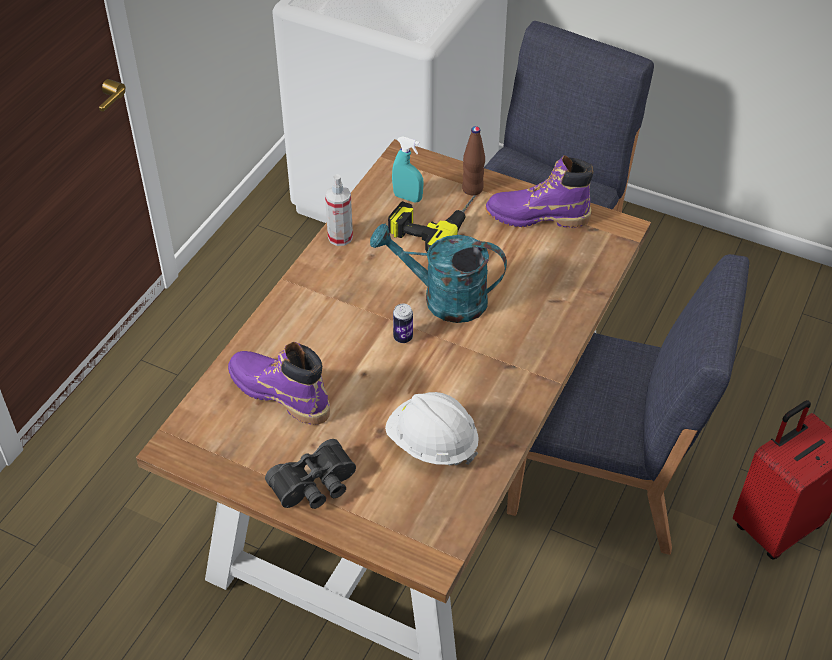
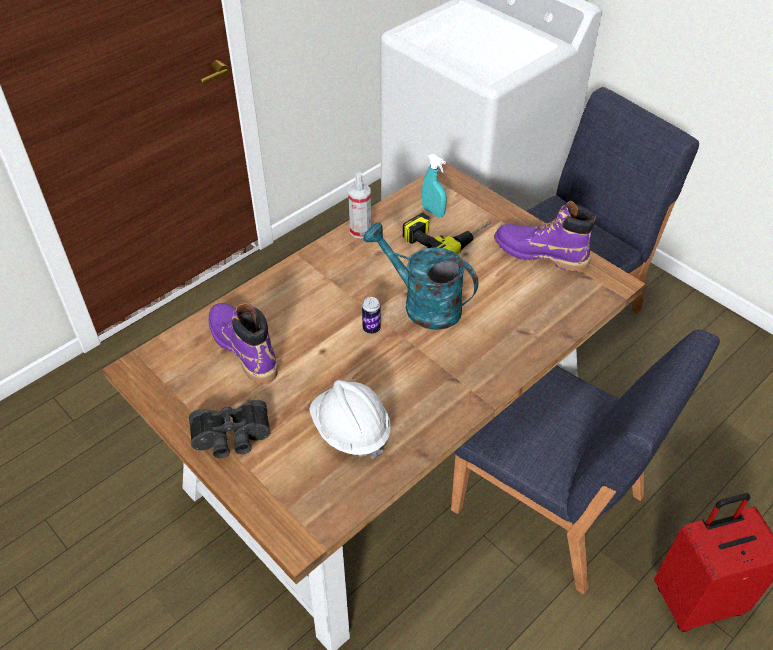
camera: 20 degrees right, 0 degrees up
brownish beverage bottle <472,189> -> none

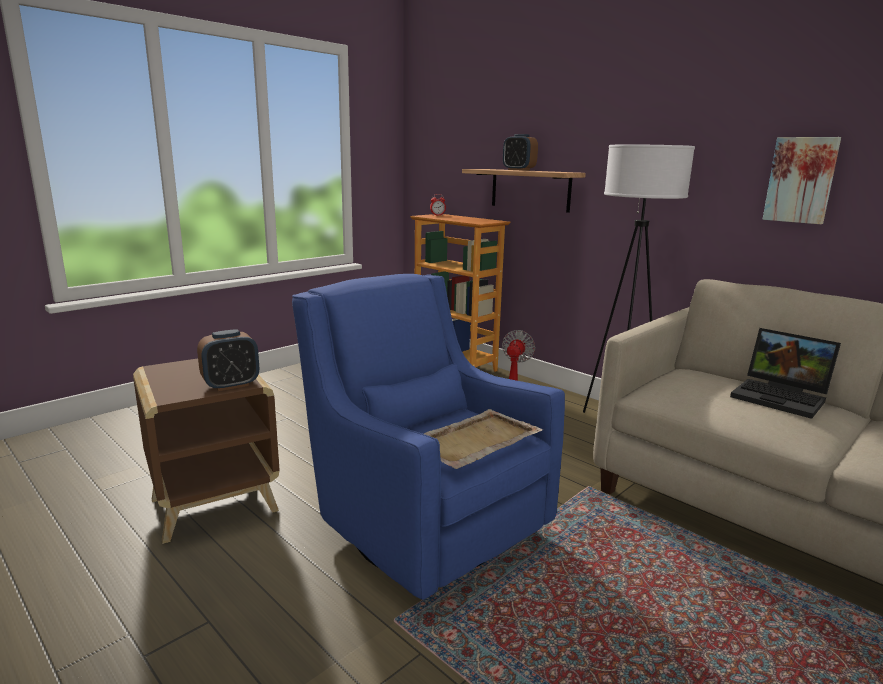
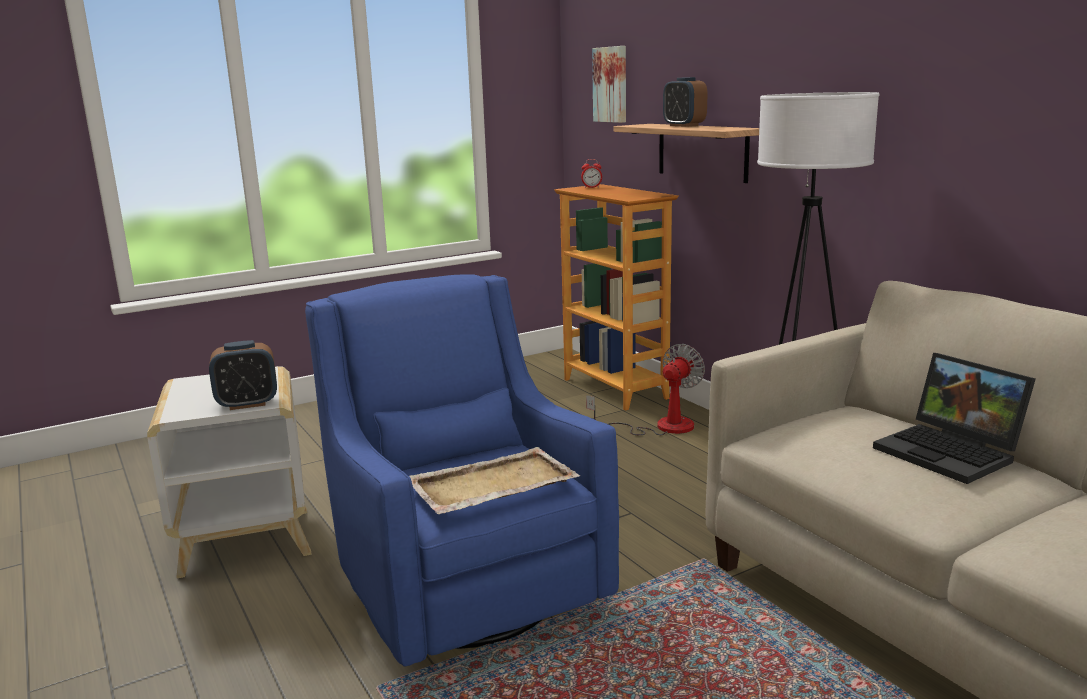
camera: 15 degrees right, 0 degrees up
brownish side table <216,504> -> whitish side table <249,541>
wall art <801,180> -> wall art <611,84>, relocated

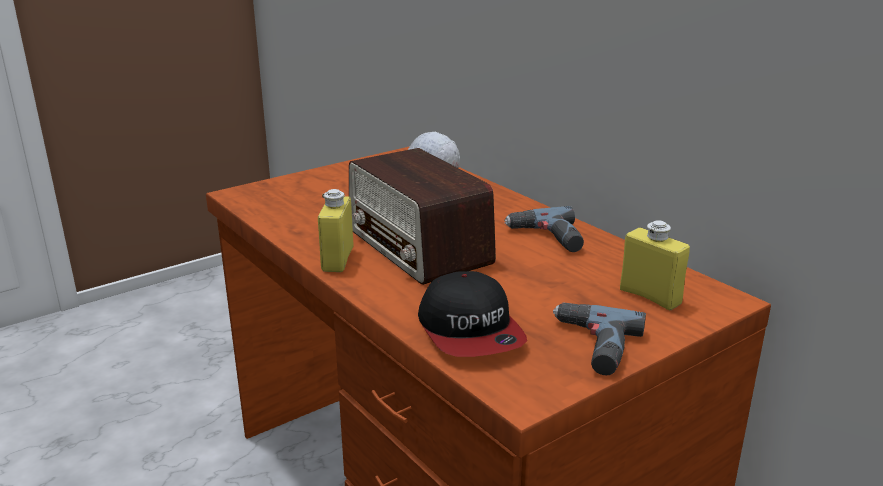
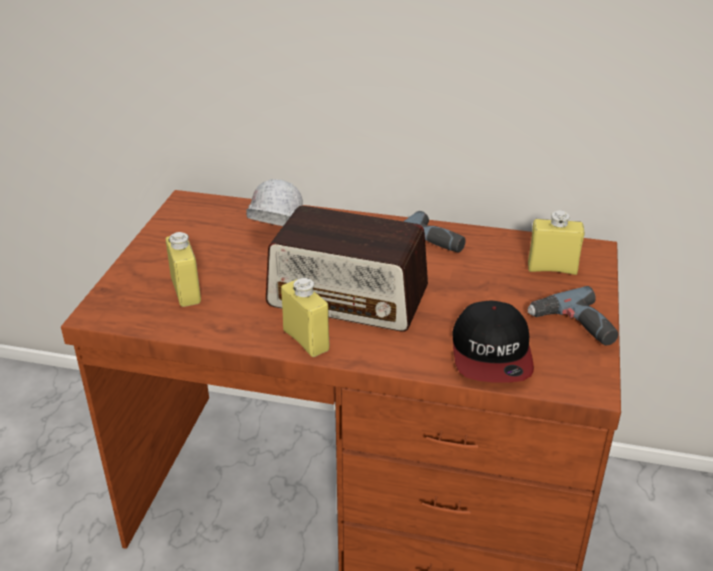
camera: 40 degrees left, 10 degrees up
cap <471,331> -> cap <492,354>, 60 degrees clockwise
none -> yellow-coloured beverage bottle <186,291>

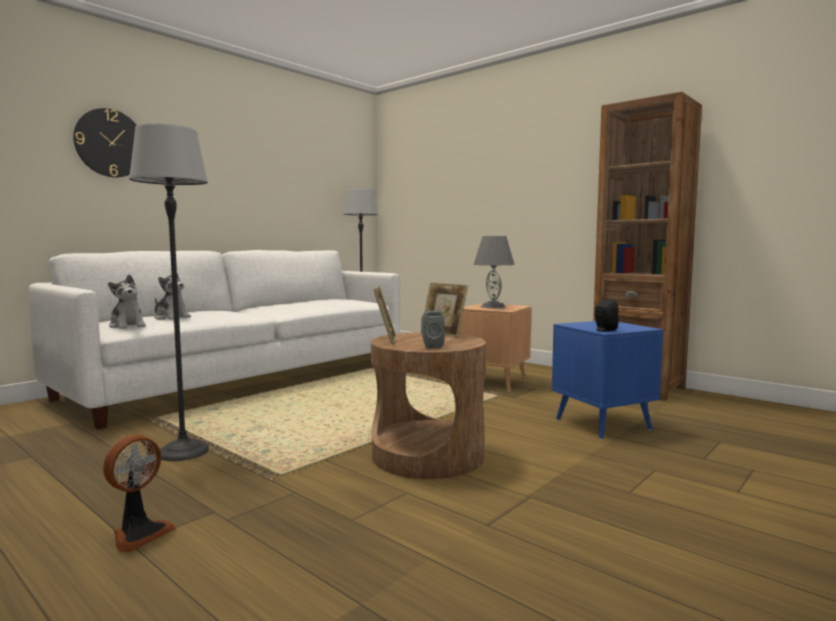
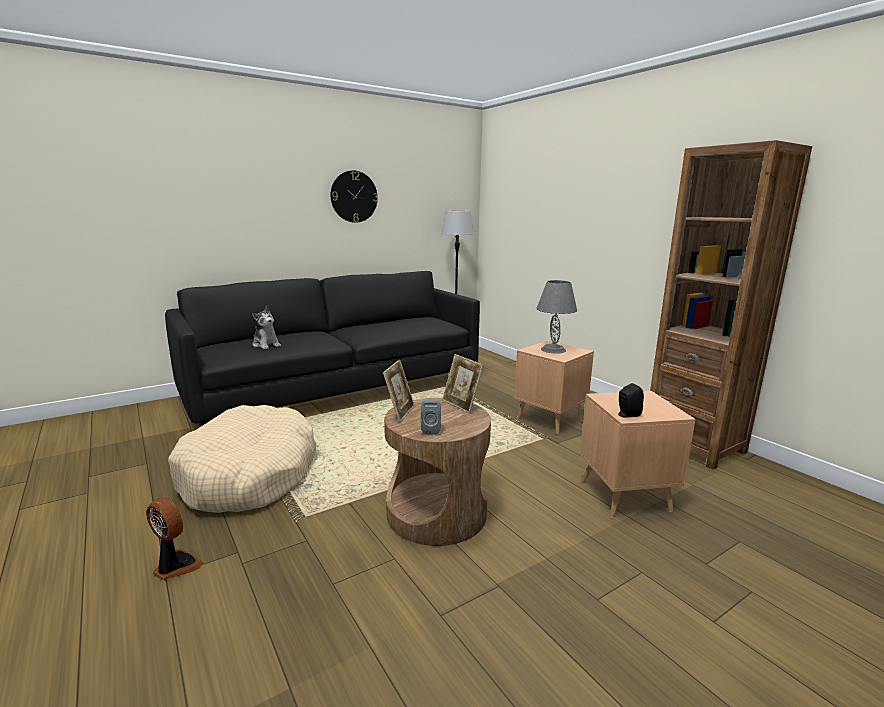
camera: 15 degrees right, 10 degrees up
whitish couch <245,378> -> black-coloured couch <337,388>
hanging clock <110,143> -> hanging clock <354,196>, relocated
electric fan <139,534> -> electric fan <175,567>, 105 degrees counterclockwise
cuddly toy <128,326> -> none
floor lamp <183,451> -> beige-coloured dog bed <249,474>
bluish side table <602,424> -> brownish side table <625,495>

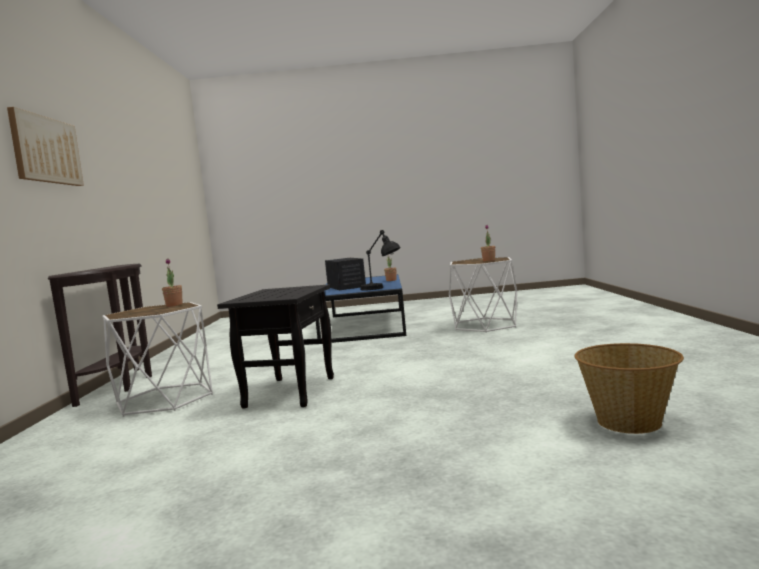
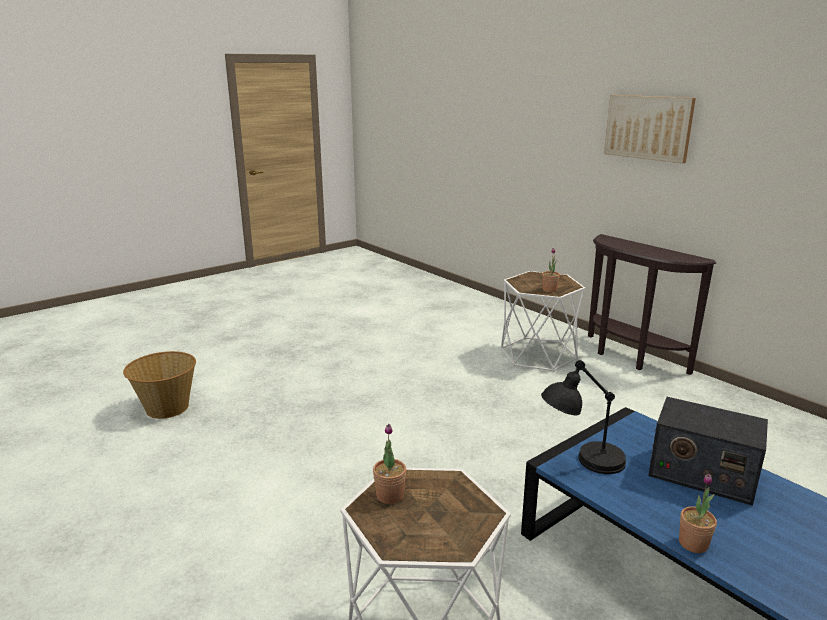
camera: 140 degrees right, 15 degrees up
black-coloured side table <290,392> -> none

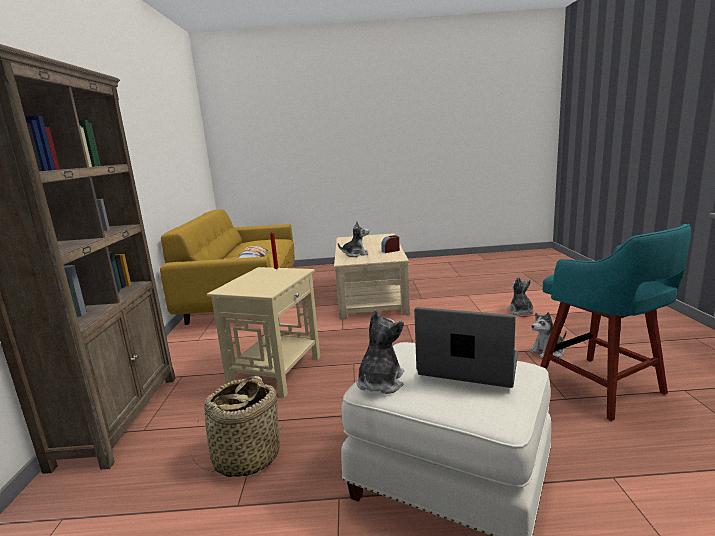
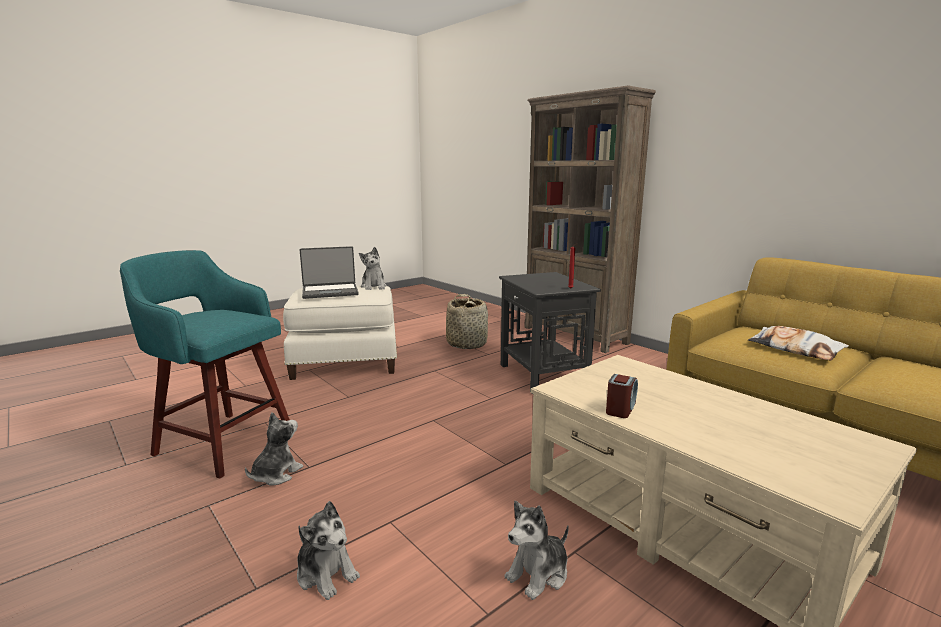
camera: 140 degrees right, 0 degrees up
beige-coloured side table <276,371> -> black-coloured side table <543,375>
cuddly toy <355,254> -> cuddly toy <538,574>, relocated

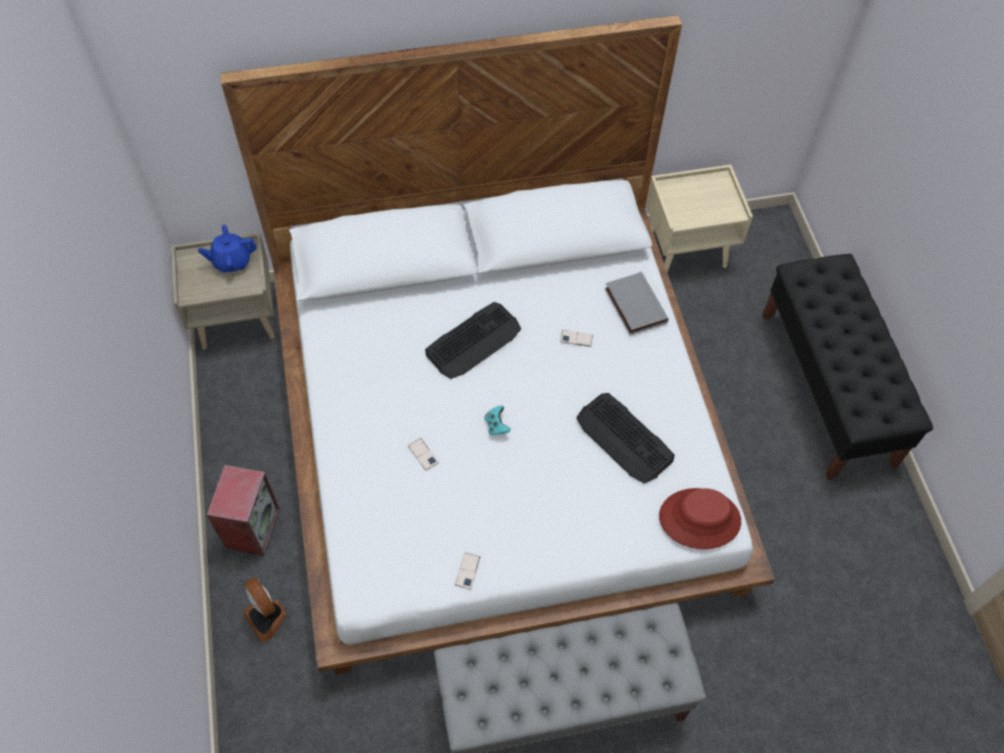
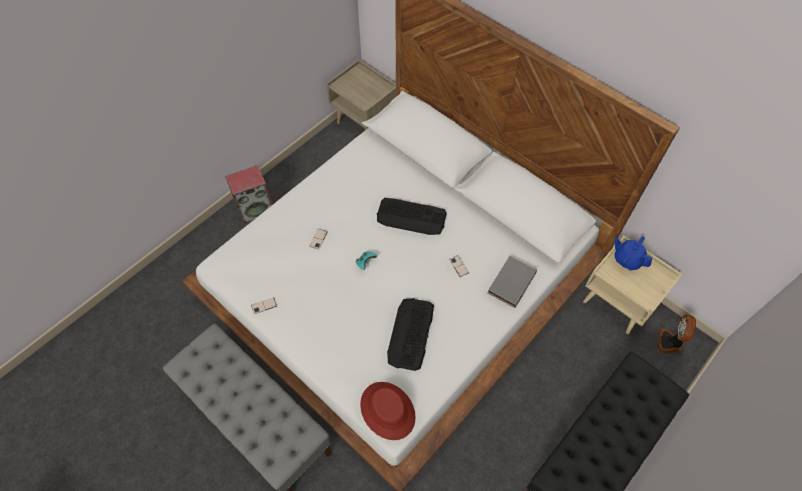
camera: 55 degrees right, 0 degrees up
bluish teapot <232,261> -> bluish teapot <627,259>, relocated
electric fan <267,617> -> electric fan <670,342>, relocated

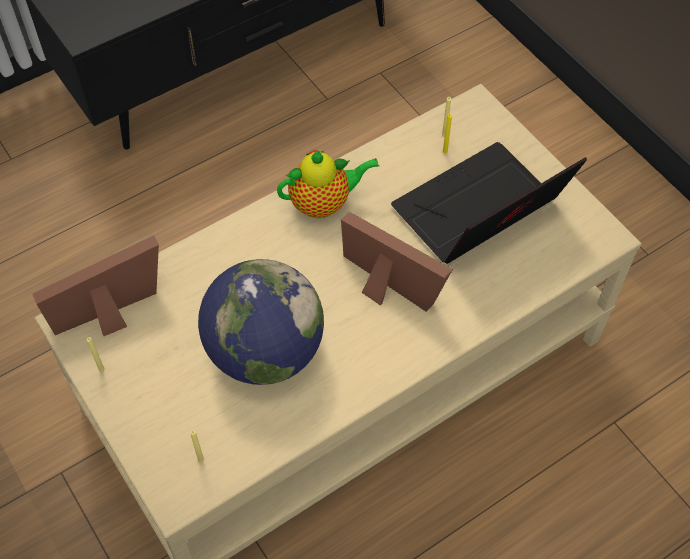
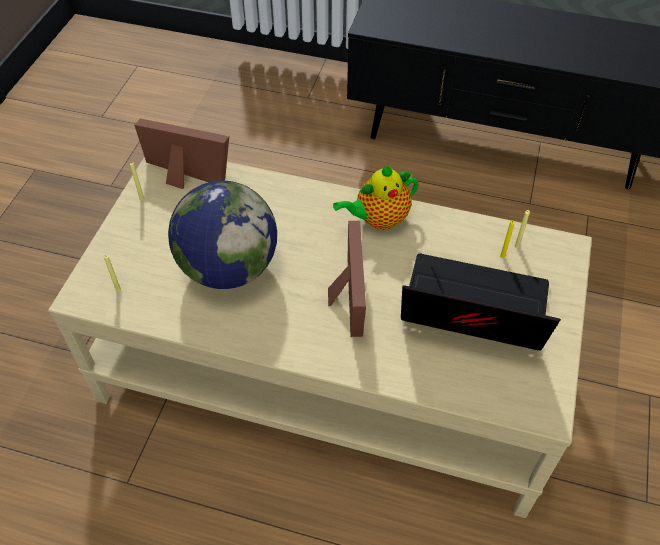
camera: 50 degrees right, 5 degrees down
teapot <324,203> -> teapot <378,219>, 120 degrees clockwise

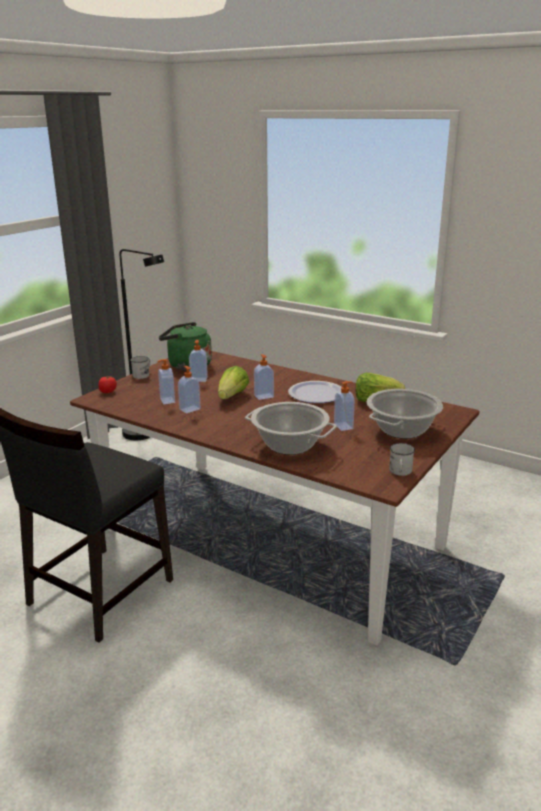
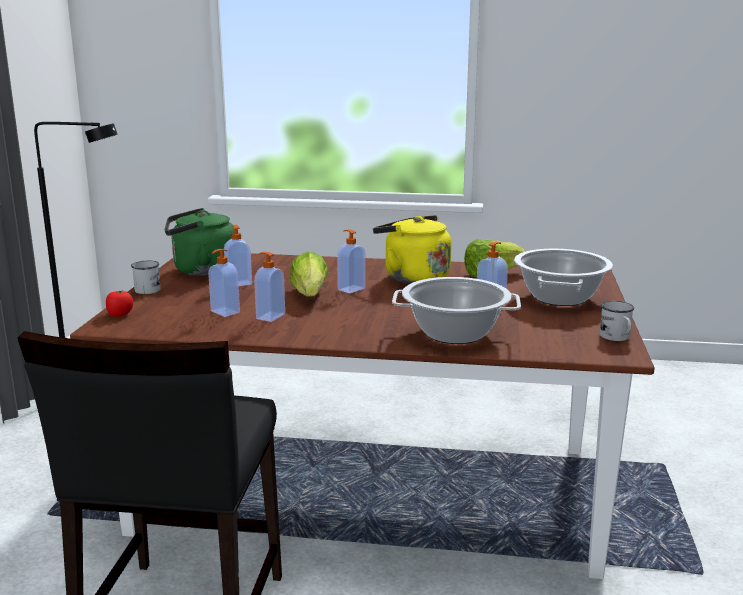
camera: 25 degrees left, 5 degrees down
plate <316,393> -> yellow-coloured tea kettle <413,277>

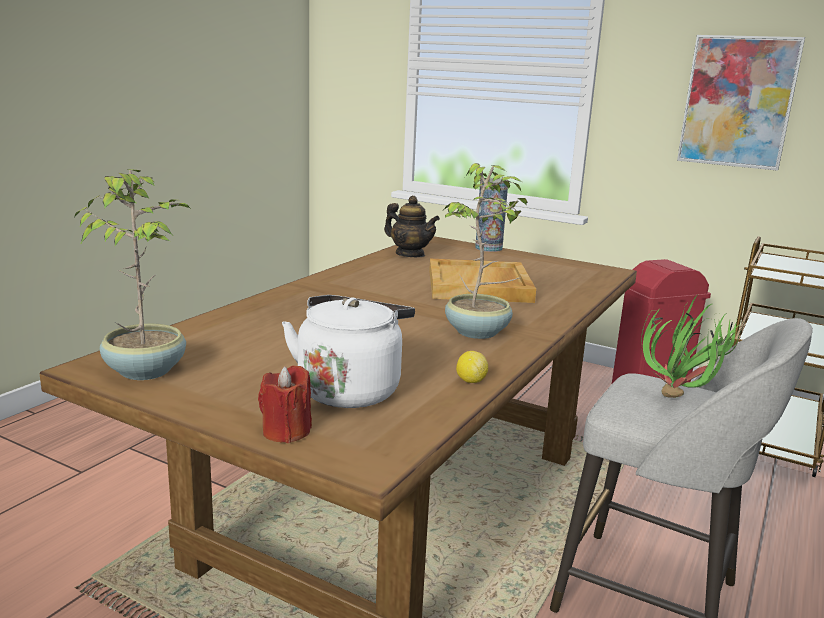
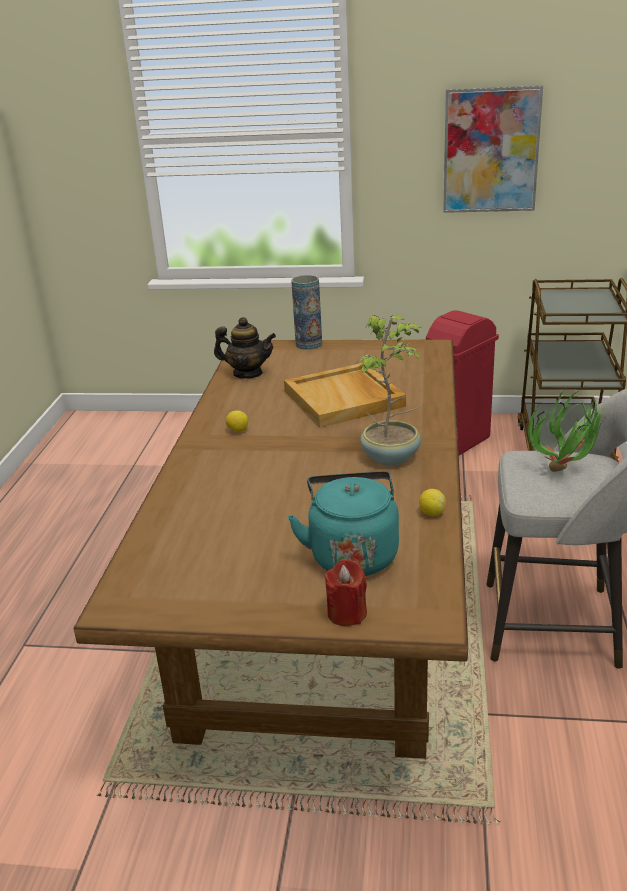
camera: 20 degrees left, 10 degrees up
houseplant <146,370> -> none
whitish tea kettle <350,389> -> turquoise-coloured tea kettle <352,554>
none -> lemon <237,431>

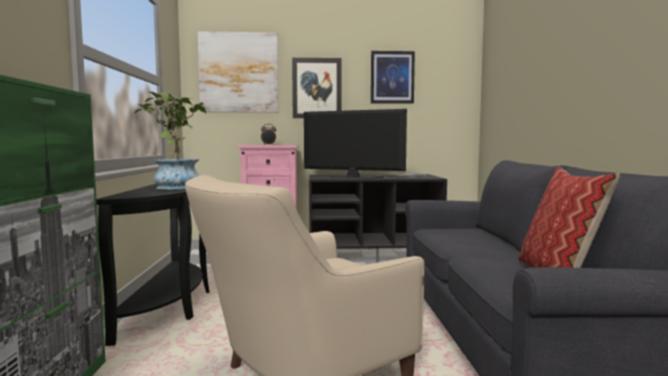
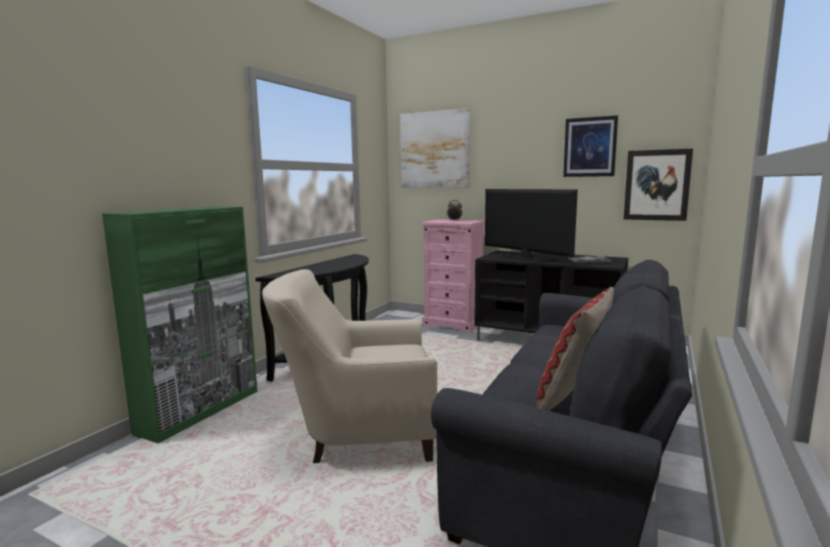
camera: 30 degrees right, 5 degrees up
houseplant <175,186> -> none
wall art <316,88> -> wall art <656,185>, relocated

